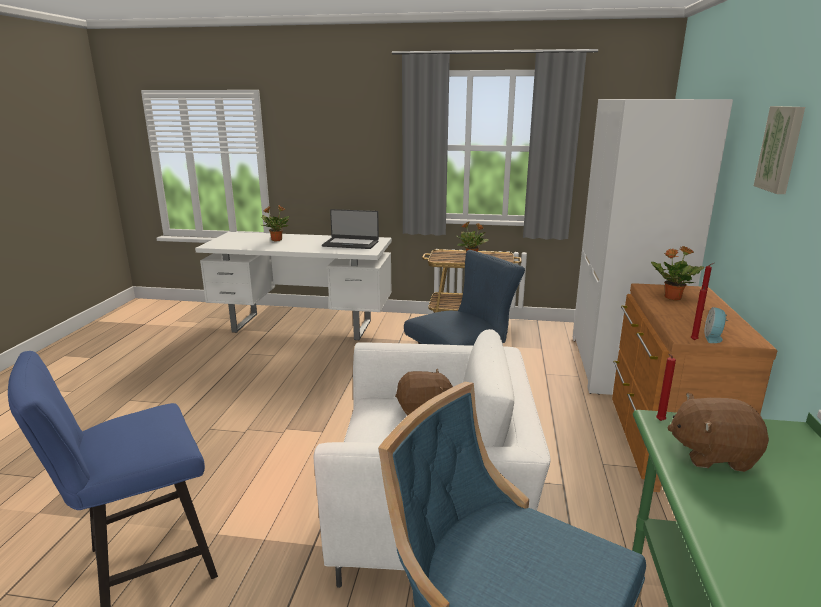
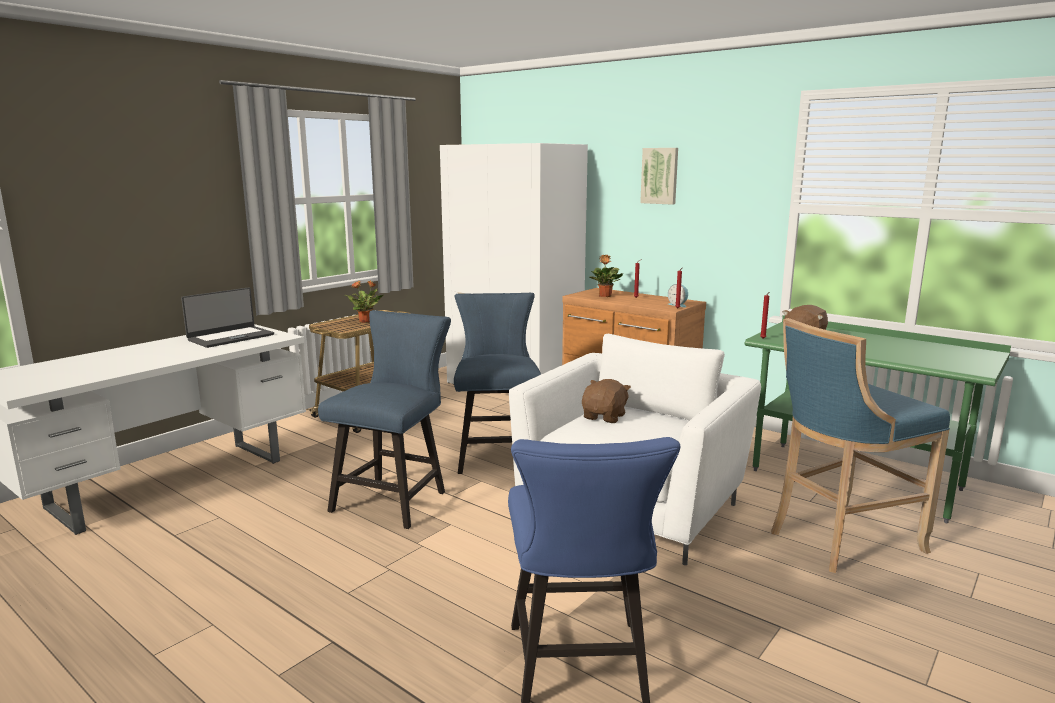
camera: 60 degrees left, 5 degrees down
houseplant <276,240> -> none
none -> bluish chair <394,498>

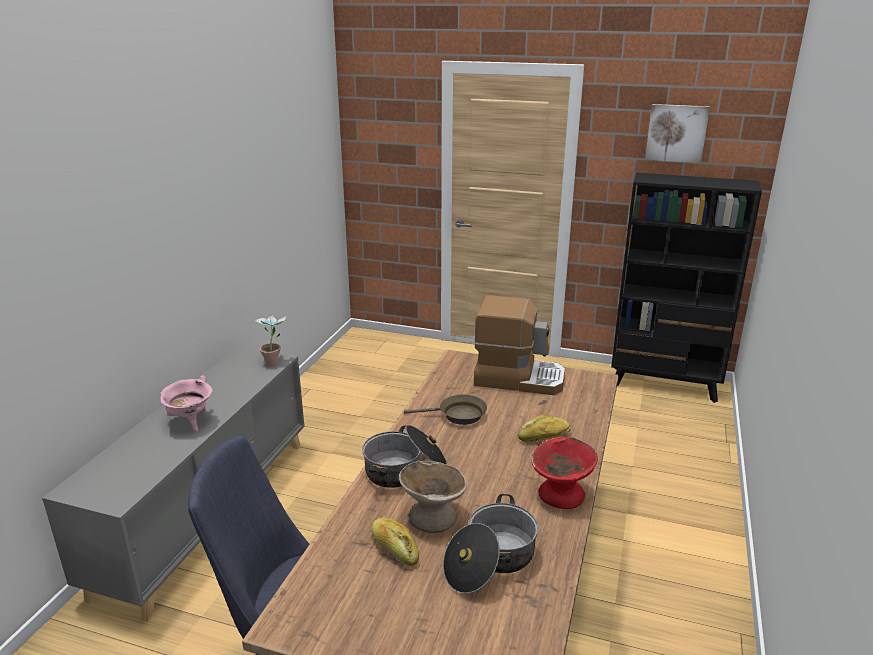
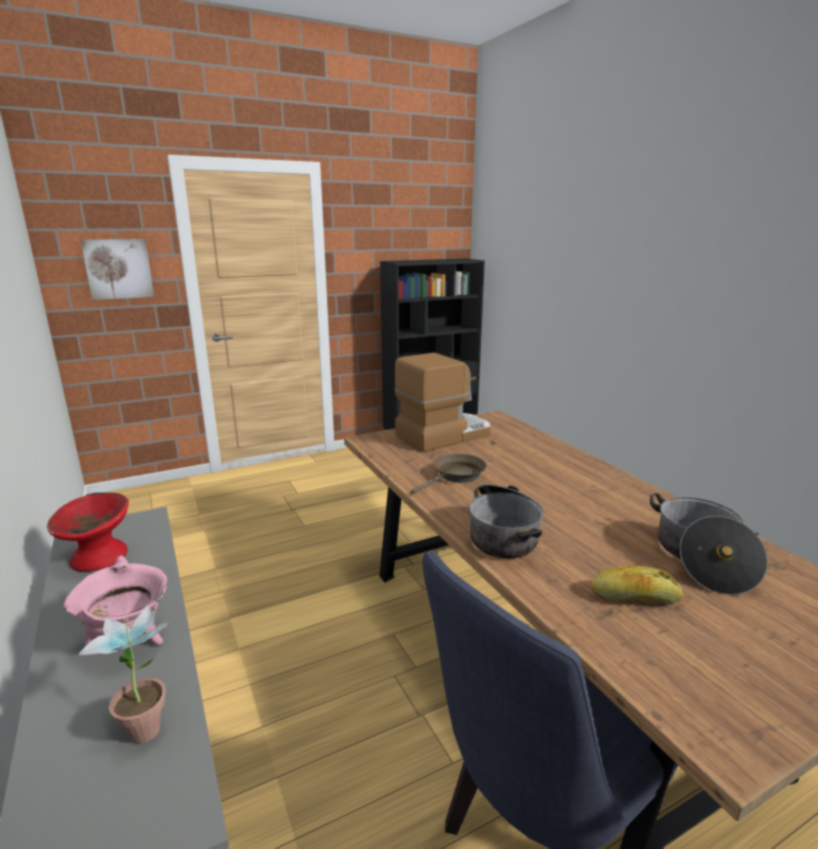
camera: 45 degrees left, 5 degrees down
houseplant <275,362> -> houseplant <146,722>, relocated
beige-coloured bowl <432,517> -> none
baked bread <544,437> -> none
reddish bowl <561,494> -> reddish bowl <99,557>, relocated
wall art <676,133> -> wall art <118,269>, relocated

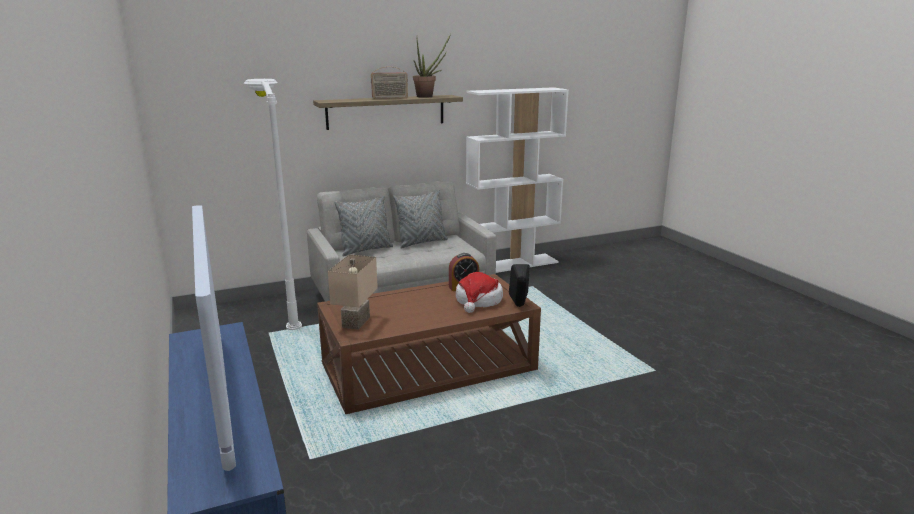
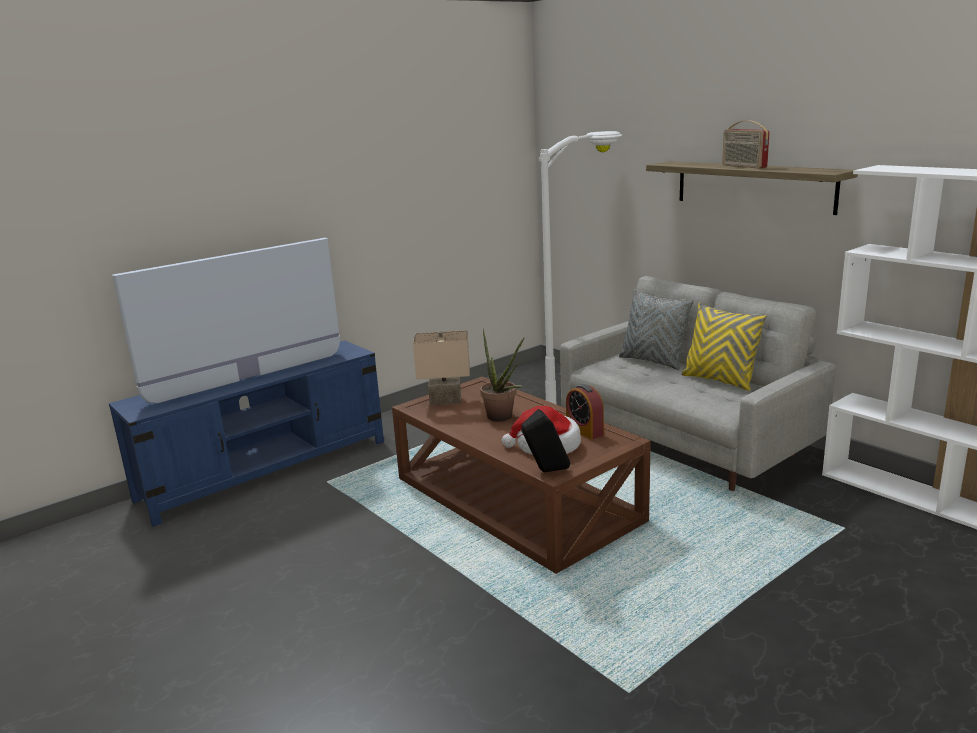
camera: 75 degrees right, 0 degrees up
gray cushion <421,242> -> yellow-coloured cushion <719,380>
houseplant <428,96> -> houseplant <503,418>, relocated

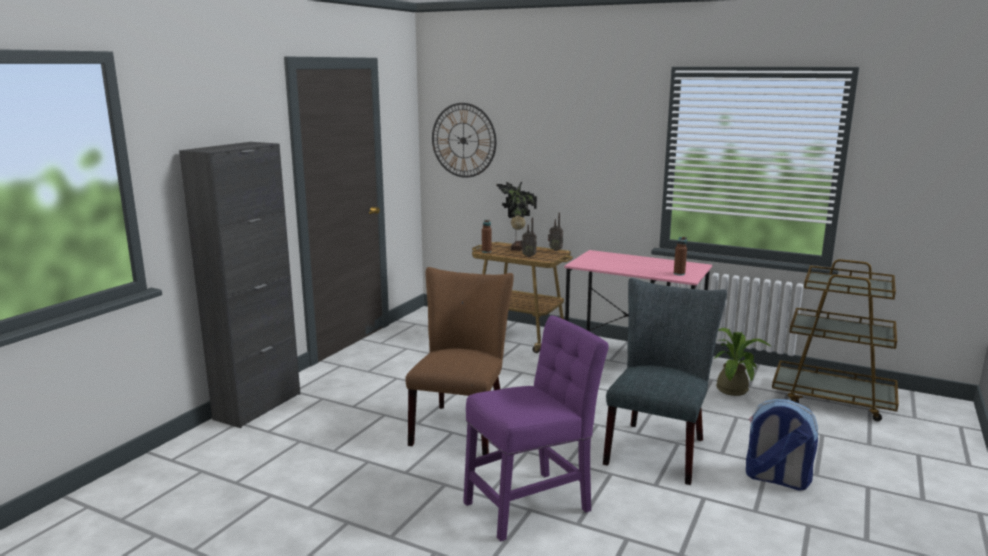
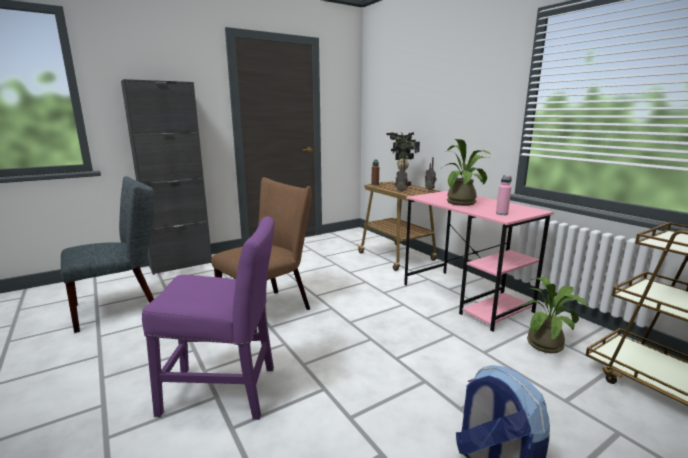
camera: 30 degrees right, 0 degrees up
hanging clock <463,140> -> none
gray chair <658,448> -> gray chair <122,306>, relocated
brownish beverage bottle <679,274> -> pink-coloured beverage bottle <501,213>
none -> houseplant <464,202>

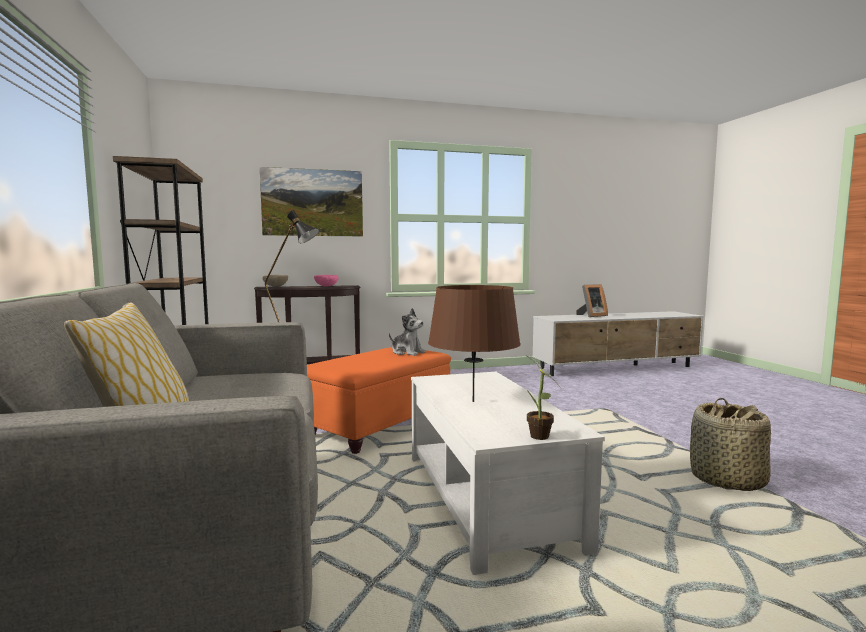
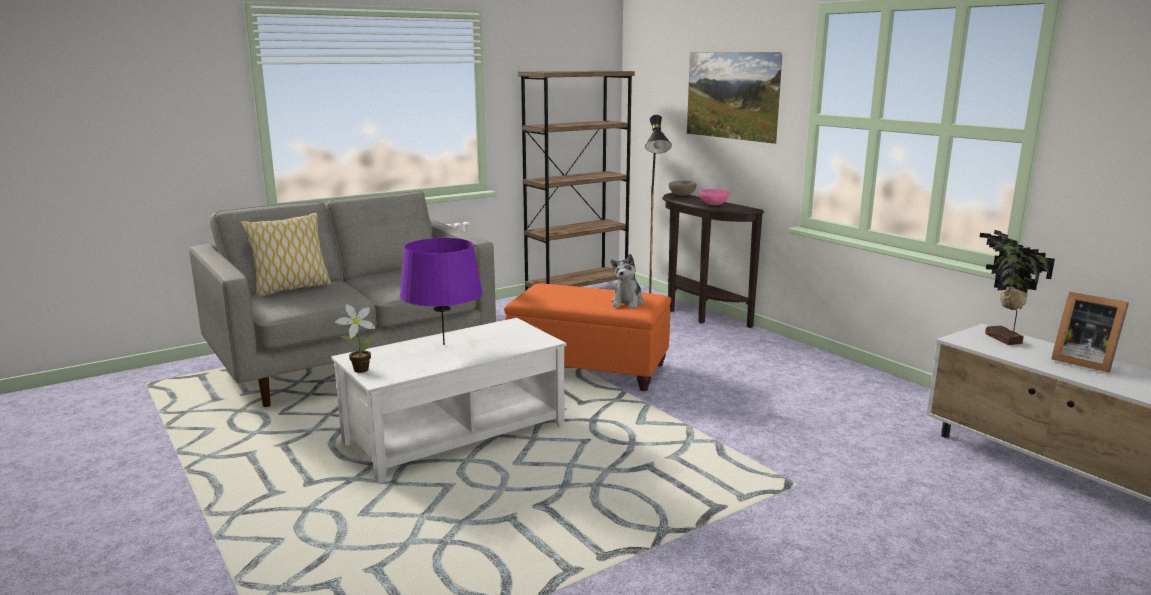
camera: 70 degrees right, 10 degrees up
brownish tabletop lamp <473,401> -> purplish tabletop lamp <444,344>
storage basket <726,480> -> none
none -> houseplant <1001,339>

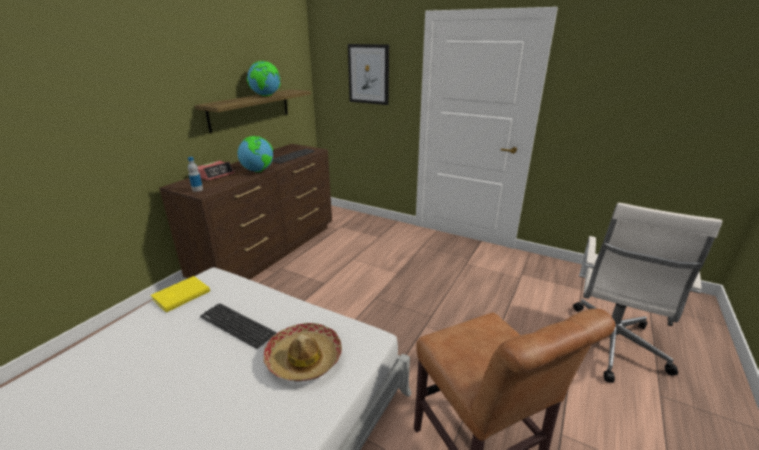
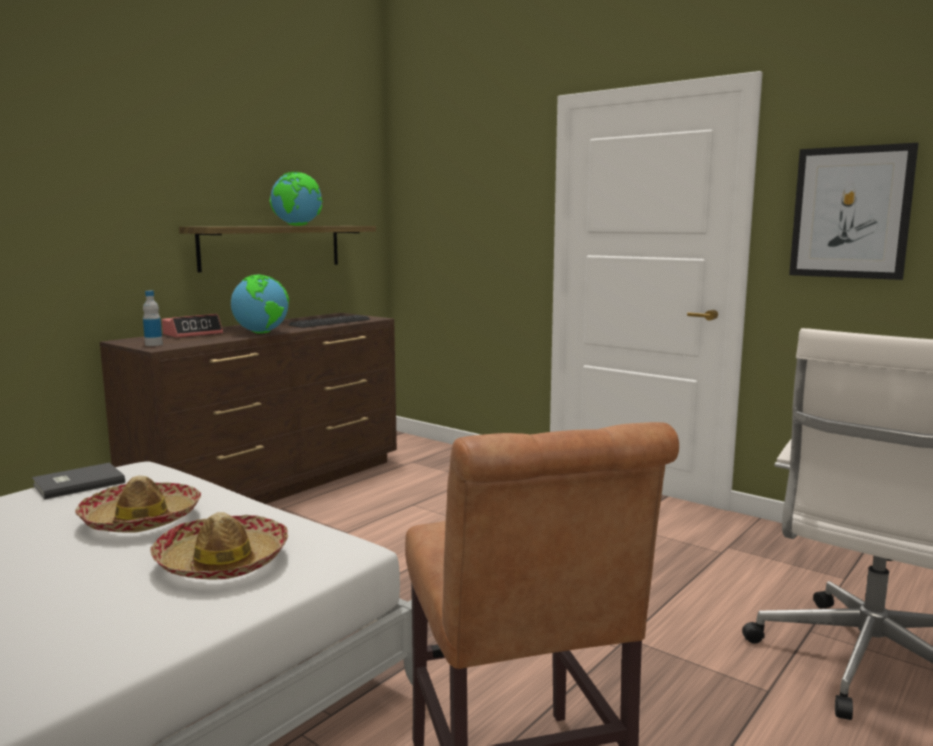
camera: 10 degrees right, 15 degrees down
yellow-coloured book <180,295> -> gray book <77,483>
computer keyboard <237,325> -> wearable hat <141,519>
wall art <369,74> -> wall art <851,212>, relocated

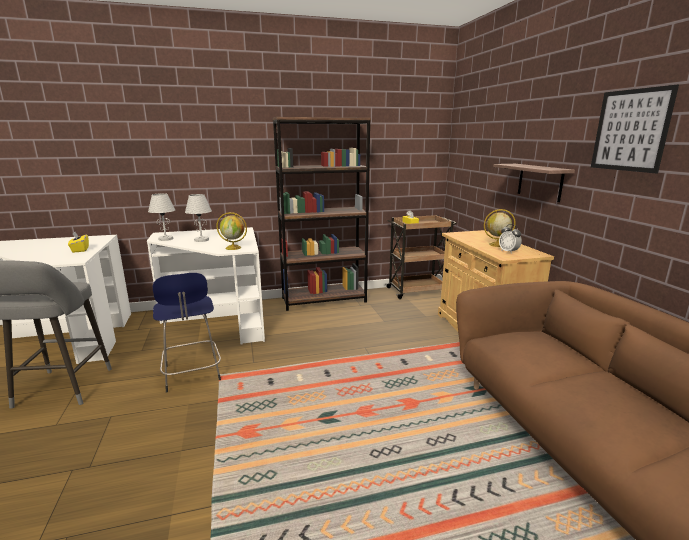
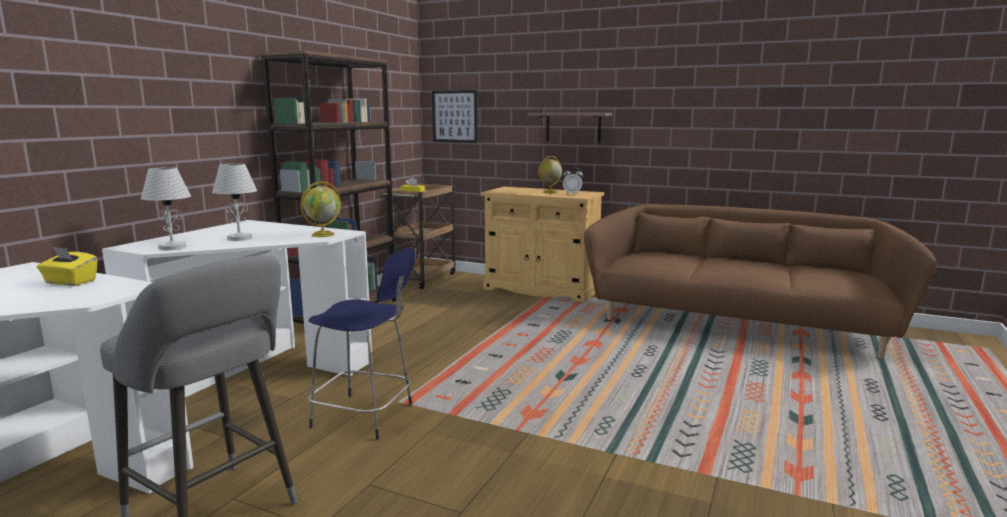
camera: 50 degrees left, 5 degrees down
wall art <630,130> -> wall art <454,116>, relocated

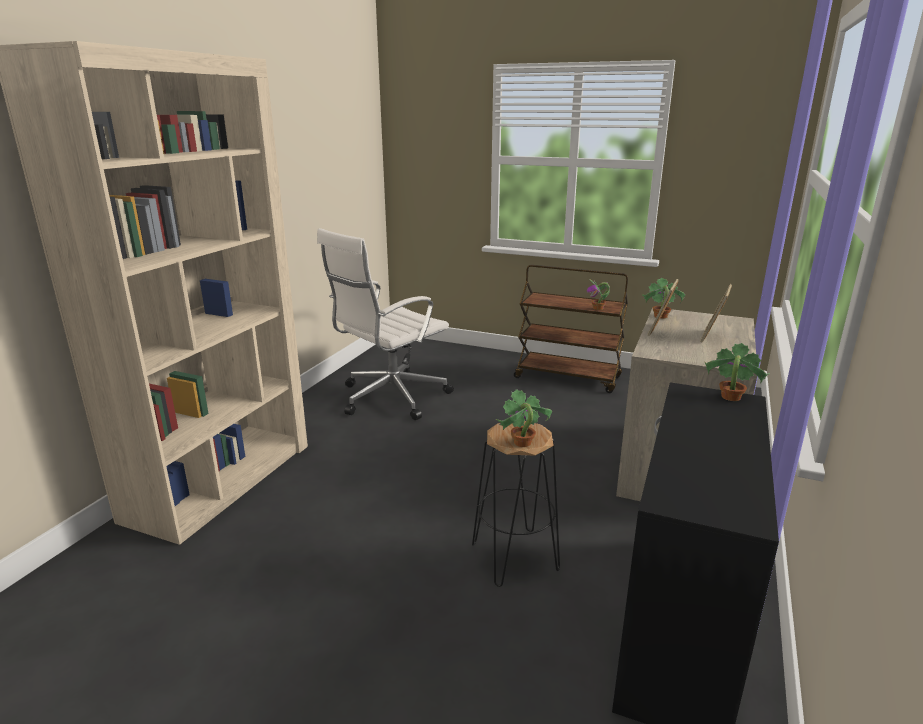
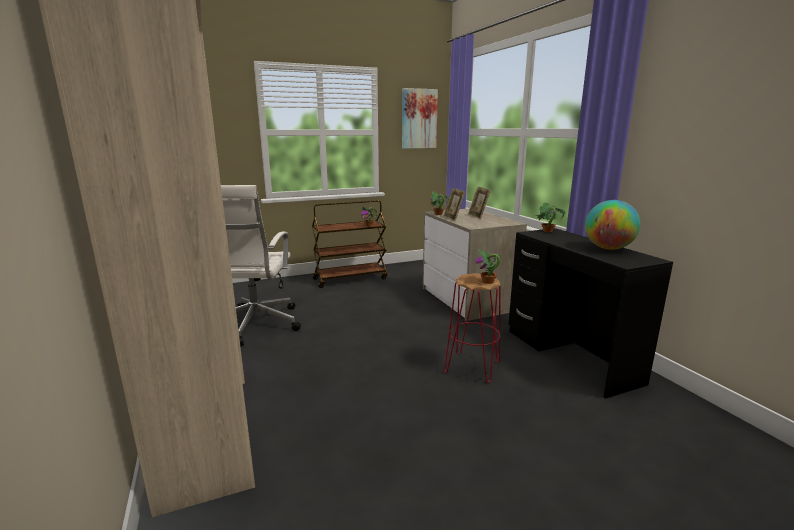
camera: 45 degrees left, 5 degrees down
black-coloured sitting stool <514,556> -> reddish sitting stool <472,366>
none -> wall art <419,119>
none -> desk globe <608,248>

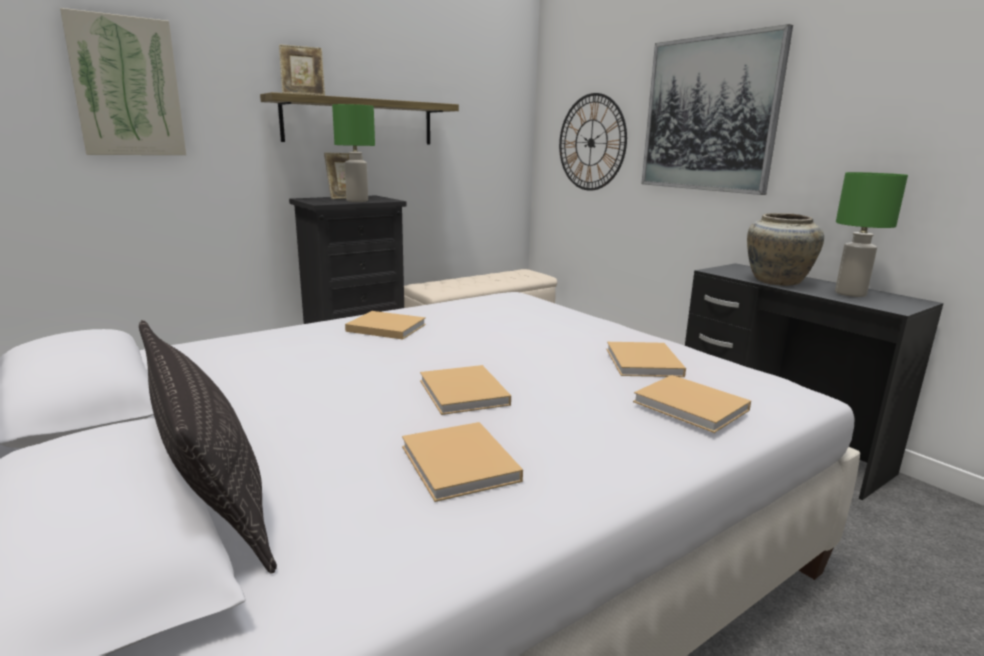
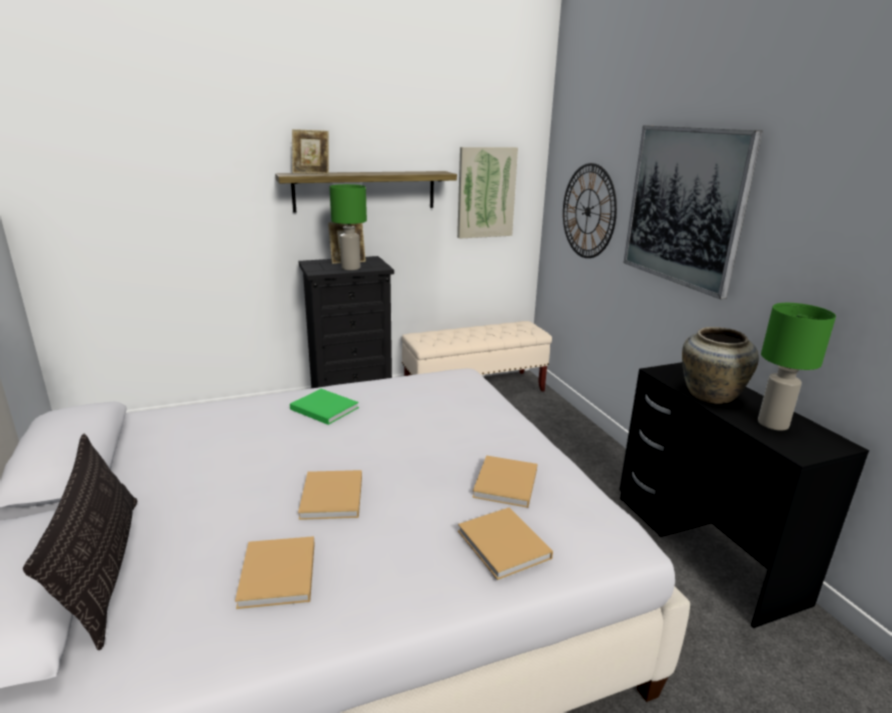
camera: 15 degrees right, 5 degrees up
wall art <127,87> -> wall art <486,192>, relocated
beige-coloured book <384,327> -> green book <323,408>

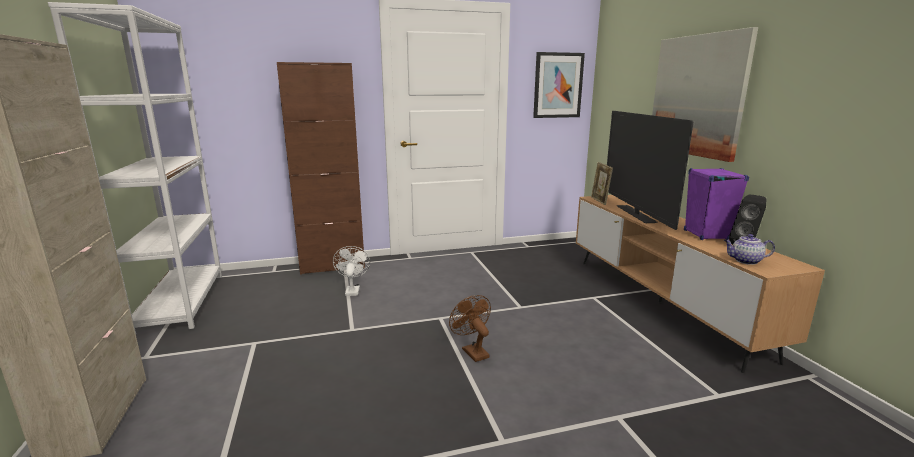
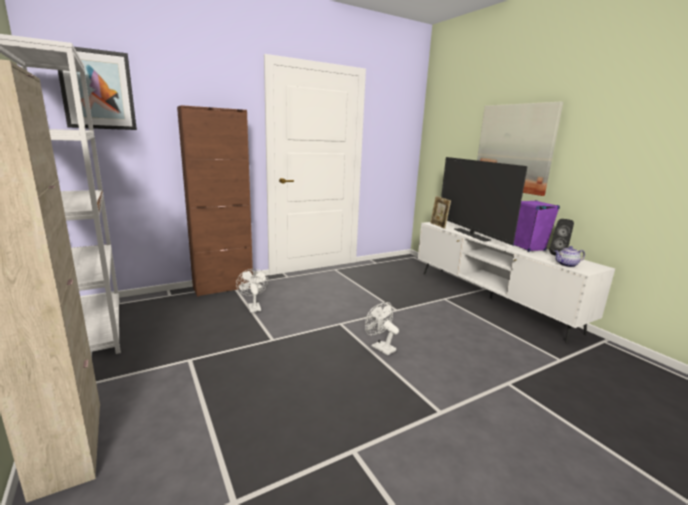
camera: 15 degrees left, 0 degrees up
brownish electric fan <472,351> -> whitish electric fan <380,347>
wall art <558,85> -> wall art <98,90>, relocated
brownish media console <659,302> -> whitish media console <490,299>

